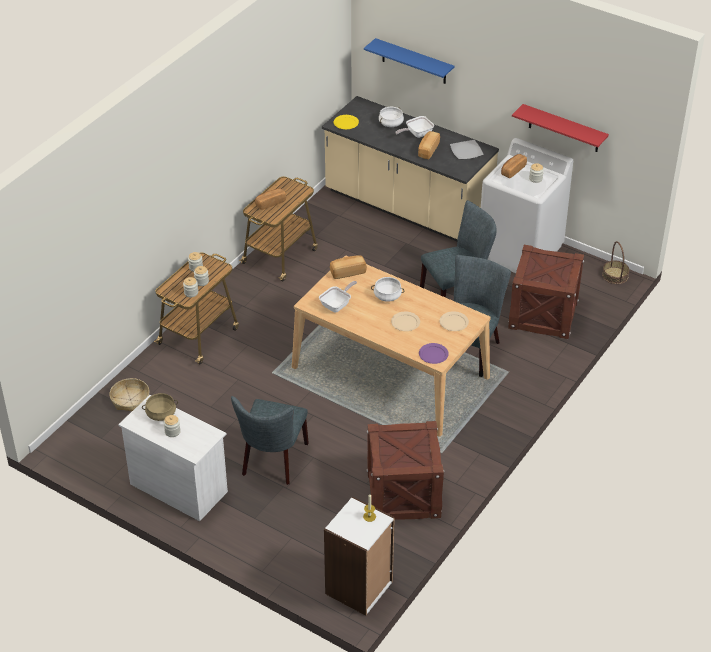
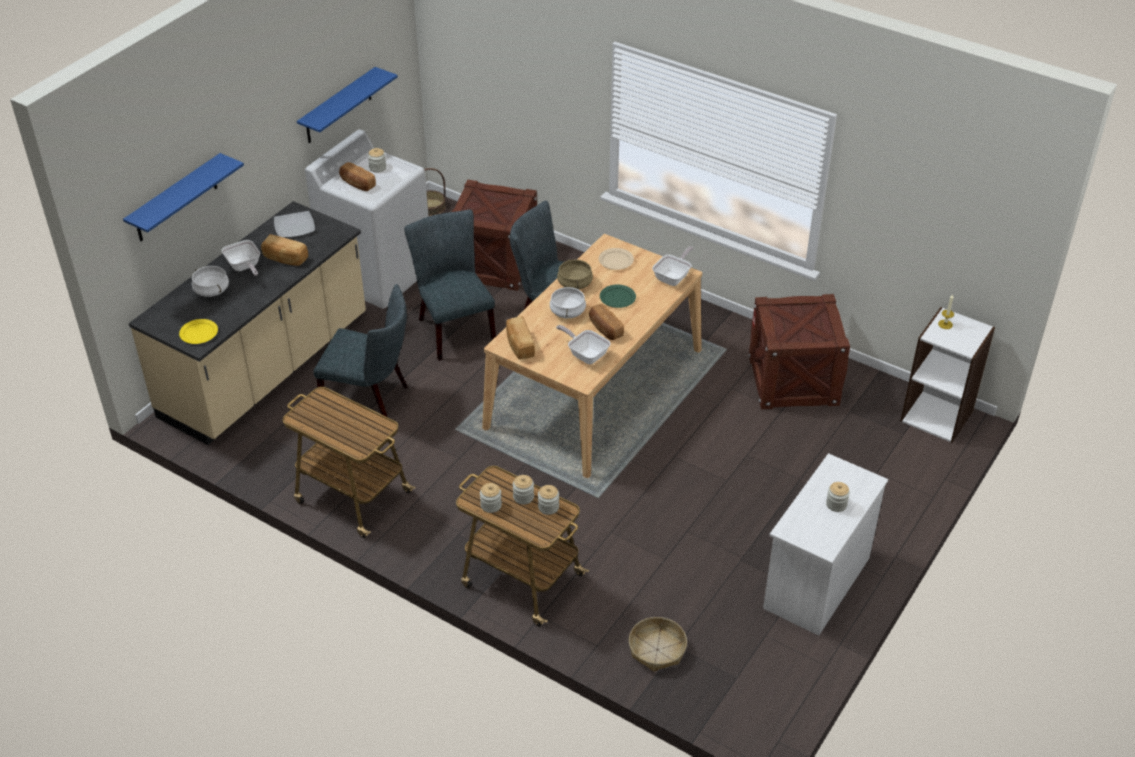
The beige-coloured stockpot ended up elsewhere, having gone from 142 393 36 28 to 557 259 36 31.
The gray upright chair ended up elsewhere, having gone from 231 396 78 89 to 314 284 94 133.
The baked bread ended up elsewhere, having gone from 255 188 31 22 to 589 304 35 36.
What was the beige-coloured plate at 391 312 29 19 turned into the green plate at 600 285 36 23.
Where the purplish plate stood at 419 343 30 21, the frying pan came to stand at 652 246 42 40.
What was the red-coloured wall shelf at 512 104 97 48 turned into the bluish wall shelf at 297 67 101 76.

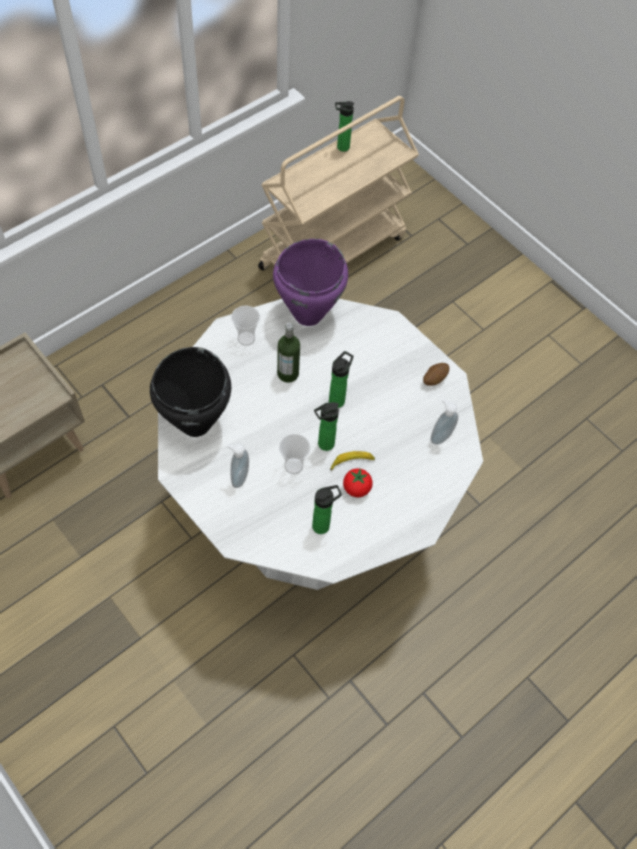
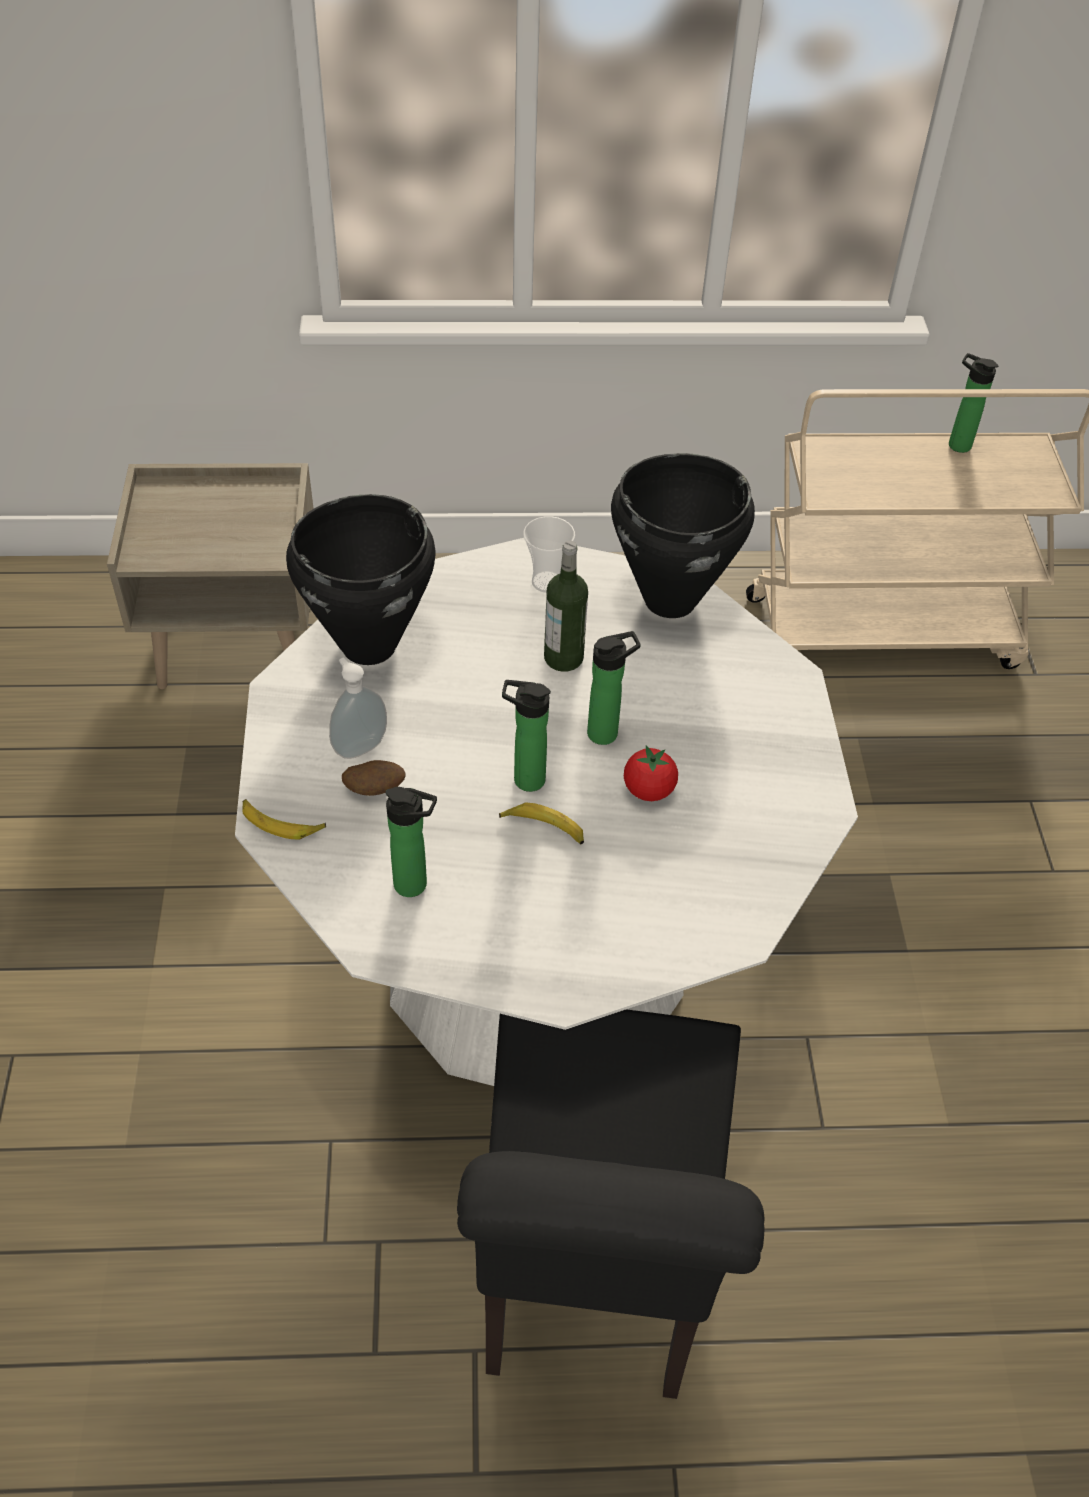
What was the purplish stockpot at 273 239 75 87 turned into the blackish stockpot at 611 453 144 165.
The second view lost the drinking cup at 279 434 31 40.
The fresh tomato ended up elsewhere, having gone from 343 468 30 29 to 624 745 54 56.
The potato ended up elsewhere, having gone from 423 363 26 23 to 342 760 64 36.
The second view lost the soap bottle at 431 399 27 46.
The second view gained the whole banana at 242 799 84 41.
The second view gained the blackish upright chair at 457 1009 307 390.

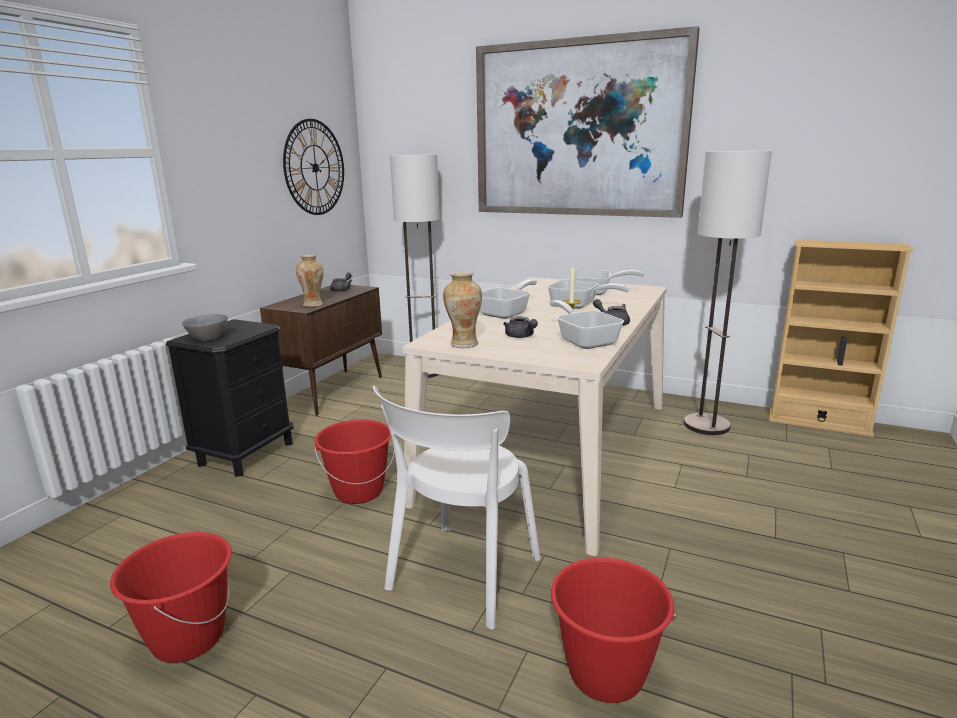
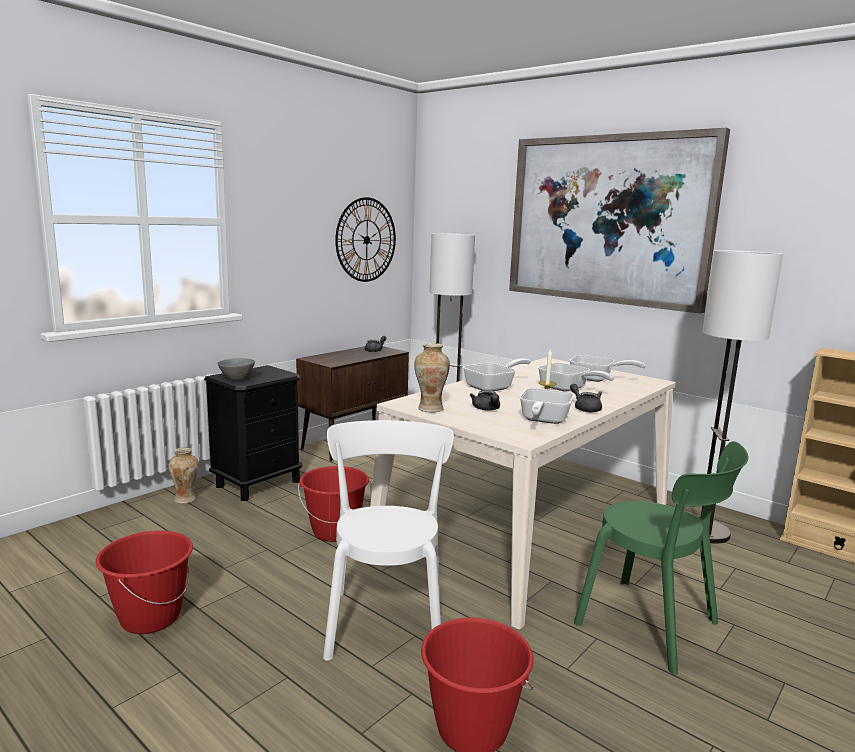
The vase ended up elsewhere, having gone from 296 254 28 53 to 169 448 30 56.
The white-coloured upright chair at 373 385 168 245 ended up facing another way, 135 degrees clockwise from before.
The frying pan at 550 300 74 49 ended up facing another way, 150 degrees counterclockwise from before.
The second view gained the green upright chair at 574 441 174 234.

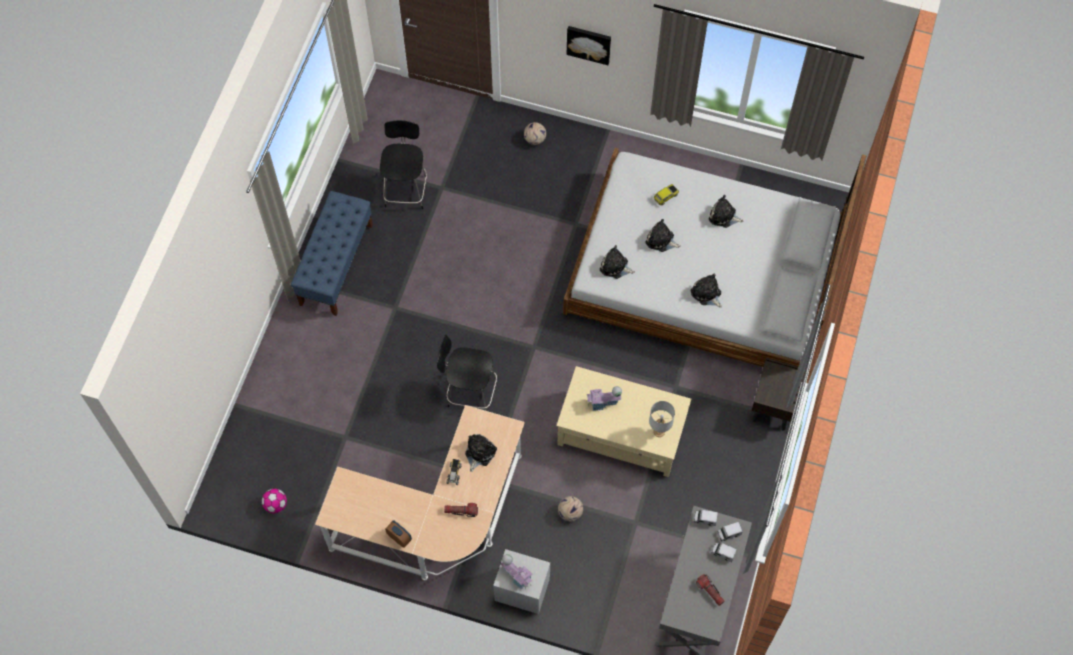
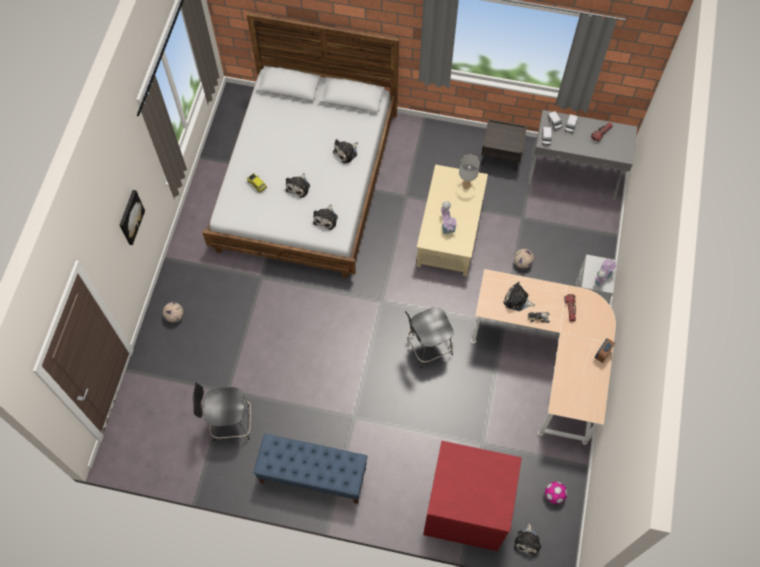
The blackish upright chair at 437 334 60 77 ended up facing another way, 60 degrees clockwise from before.
The plush toy ended up elsewhere, having gone from 709 195 35 33 to 514 523 27 33.
The brownish bedside table ended up elsewhere, having gone from 751 358 55 72 to 481 119 46 52.
The second view gained the red-coloured dresser at 423 441 99 110.

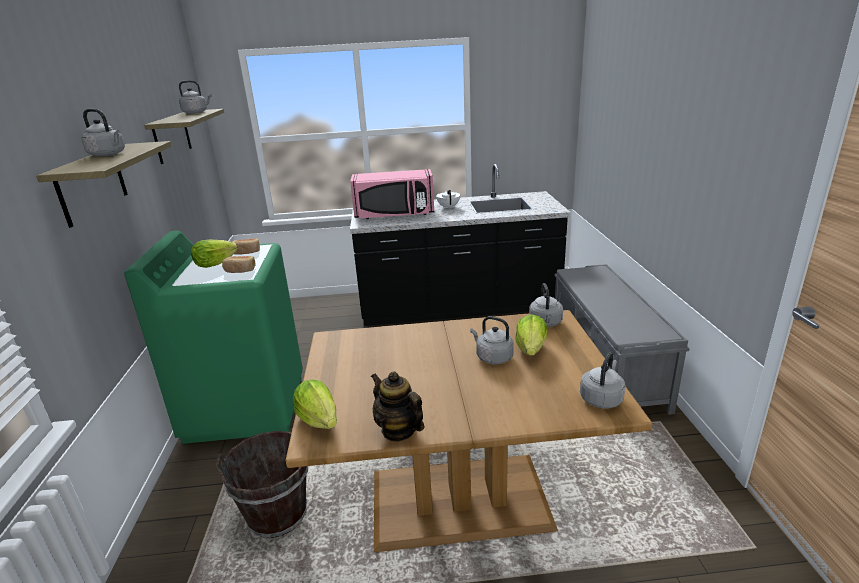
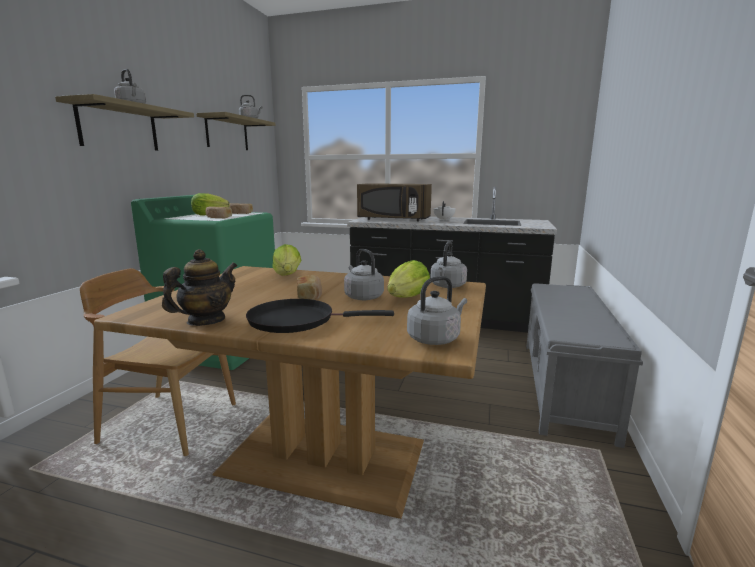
Where the brownish water bucket stood at 216 431 92 107, the brownish upright chair came to stand at 80 268 156 188.
The head of lettuce ended up elsewhere, having gone from 293 379 44 50 to 272 244 29 32.
What was the pink microwave at 350 169 84 50 turned into the brownish microwave at 357 183 75 38.
The pot for tea at 371 371 53 71 ended up facing another way, 60 degrees clockwise from before.
The second view gained the blackish frying pan at 246 299 148 34.
The second view gained the baked bread at 297 275 25 25.

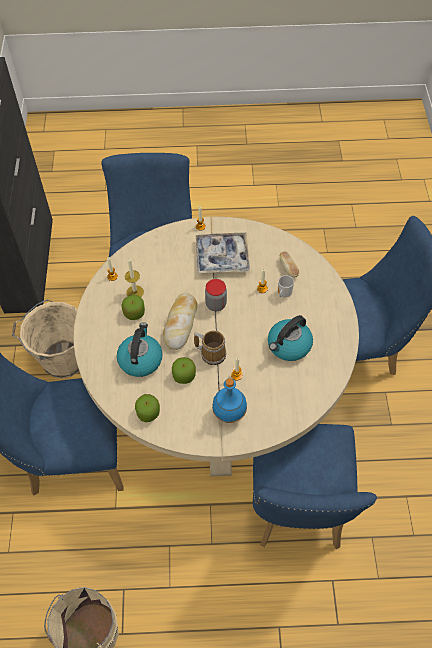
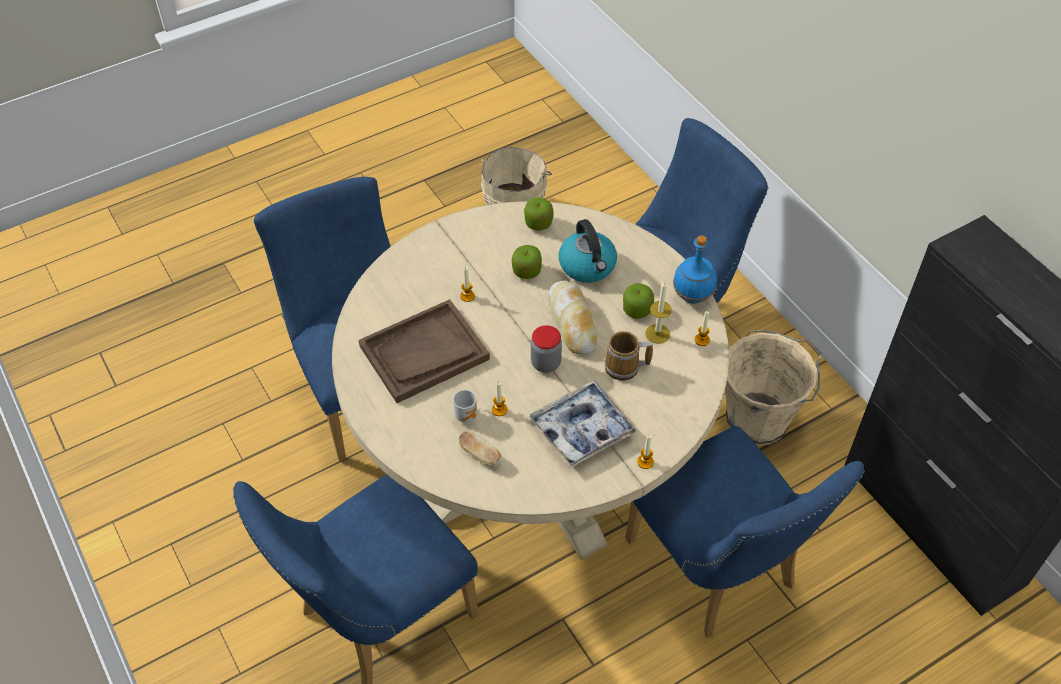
The coffee mug ended up elsewhere, having gone from 194 330 32 35 to 605 331 48 50.
The bluish bottle ended up elsewhere, having gone from 212 378 35 45 to 673 235 44 69.
Where the water kettle stood at 268 315 45 46, the brownish tray came to stand at 358 299 132 104.

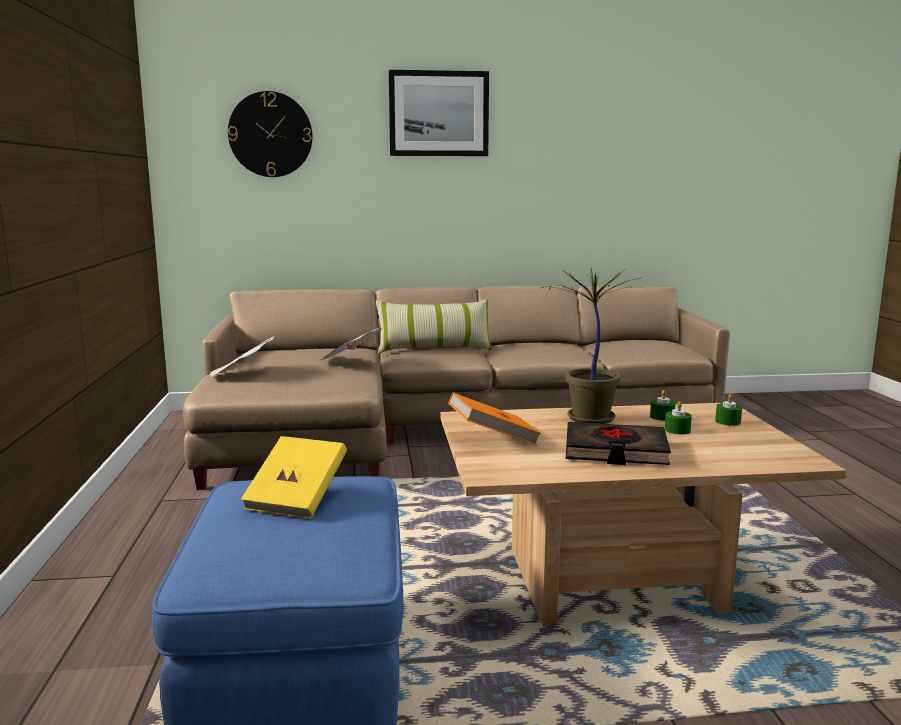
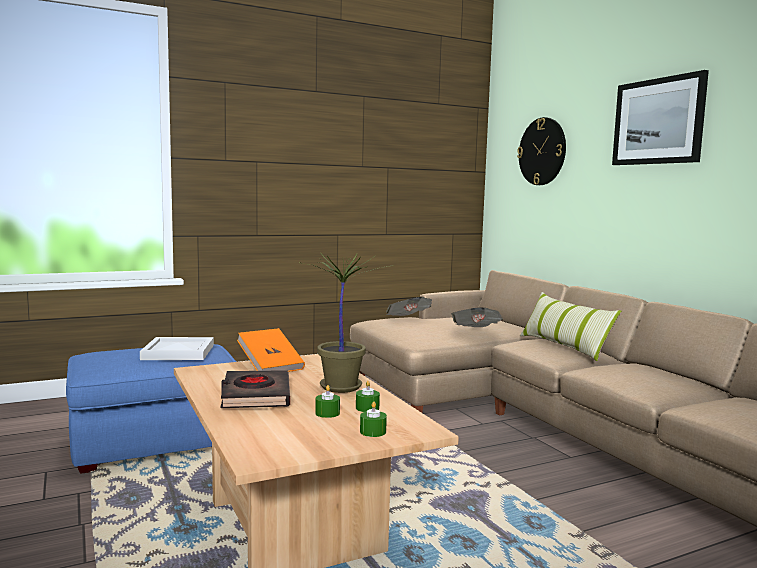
Where the yellowish volume stood at 241 436 106 83, the white-coloured tray came to stand at 140 337 74 23.

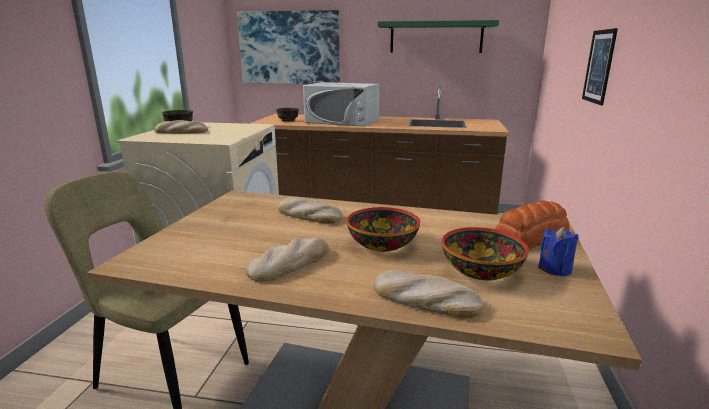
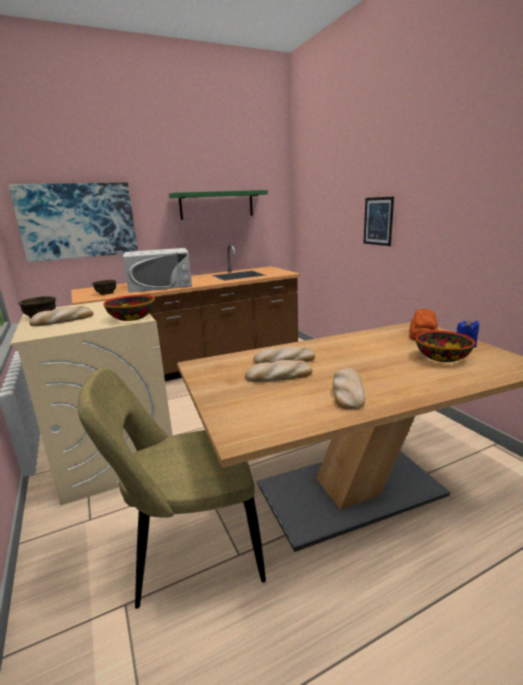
The deep dish ended up elsewhere, having gone from 347 207 73 45 to 103 295 52 26.
The baked bread ended up elsewhere, having gone from 373 270 110 48 to 245 360 68 22.

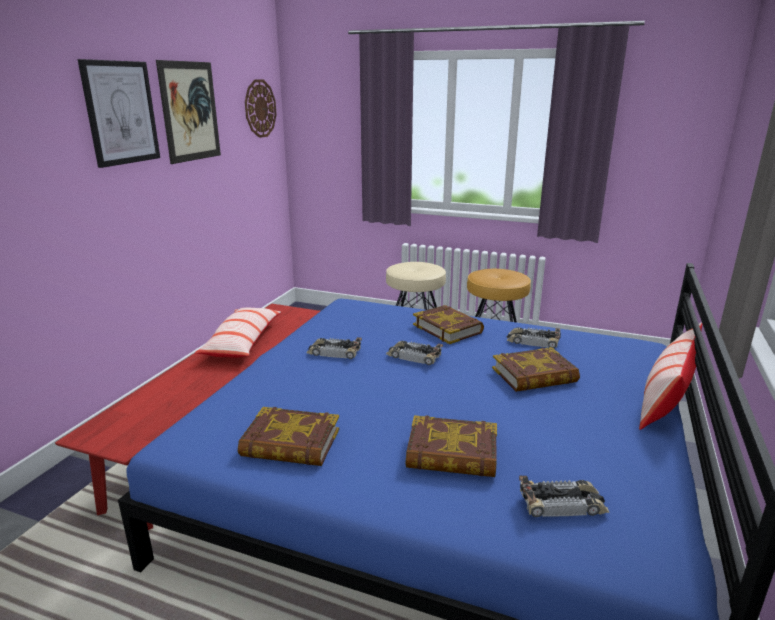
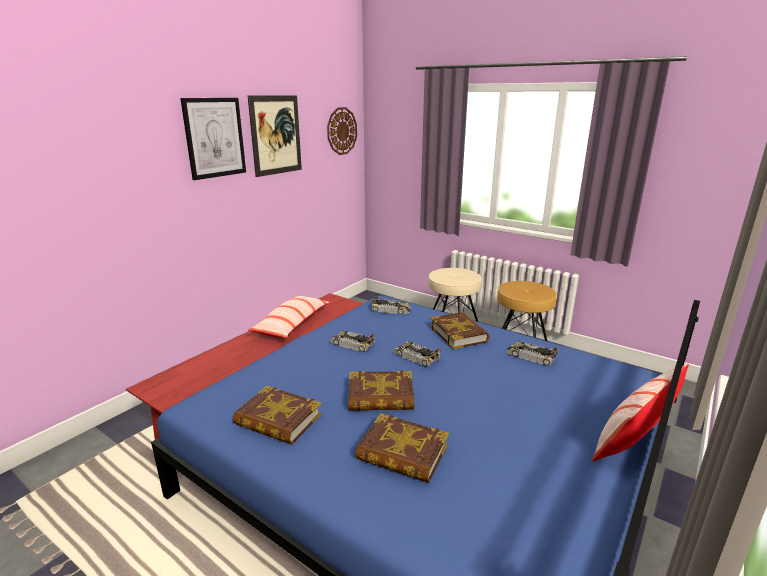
The volume ended up elsewhere, having gone from 492 347 88 45 to 348 370 66 41.
The model car ended up elsewhere, having gone from 519 476 90 41 to 371 296 40 18.

